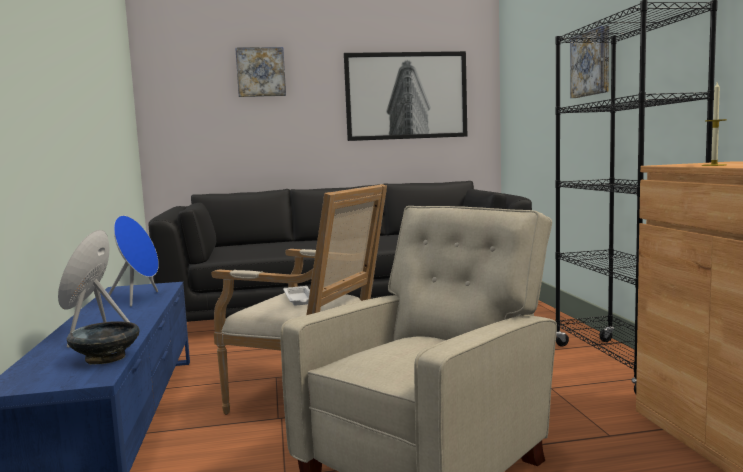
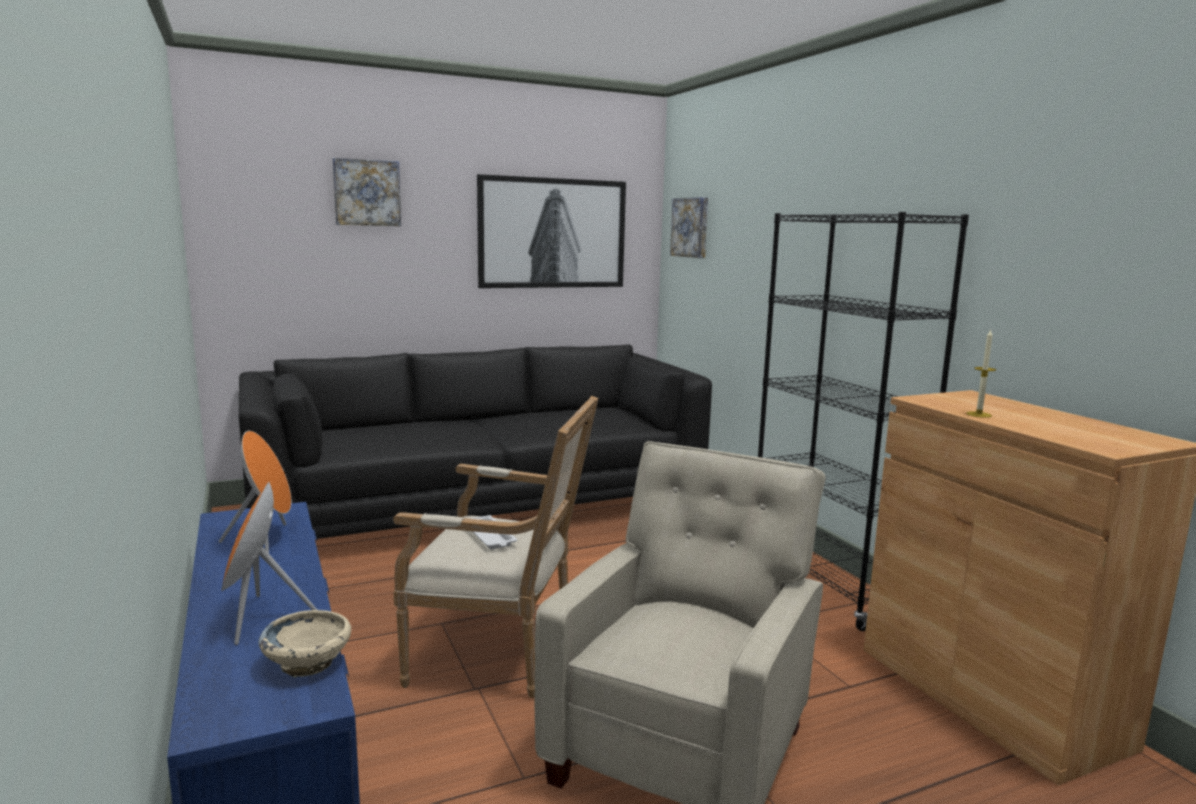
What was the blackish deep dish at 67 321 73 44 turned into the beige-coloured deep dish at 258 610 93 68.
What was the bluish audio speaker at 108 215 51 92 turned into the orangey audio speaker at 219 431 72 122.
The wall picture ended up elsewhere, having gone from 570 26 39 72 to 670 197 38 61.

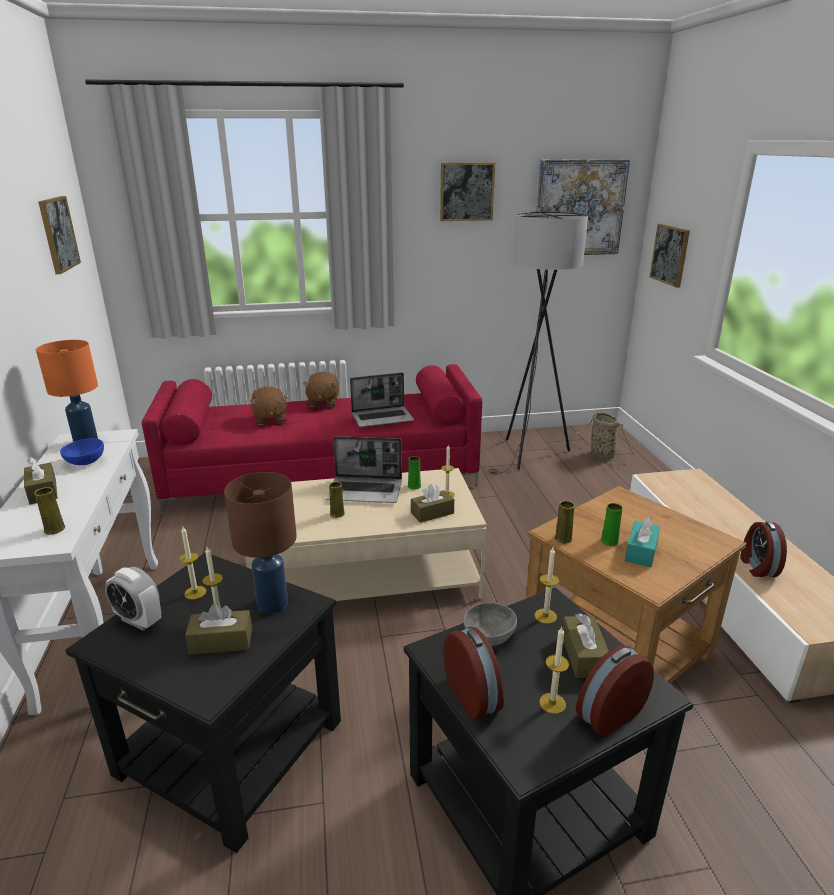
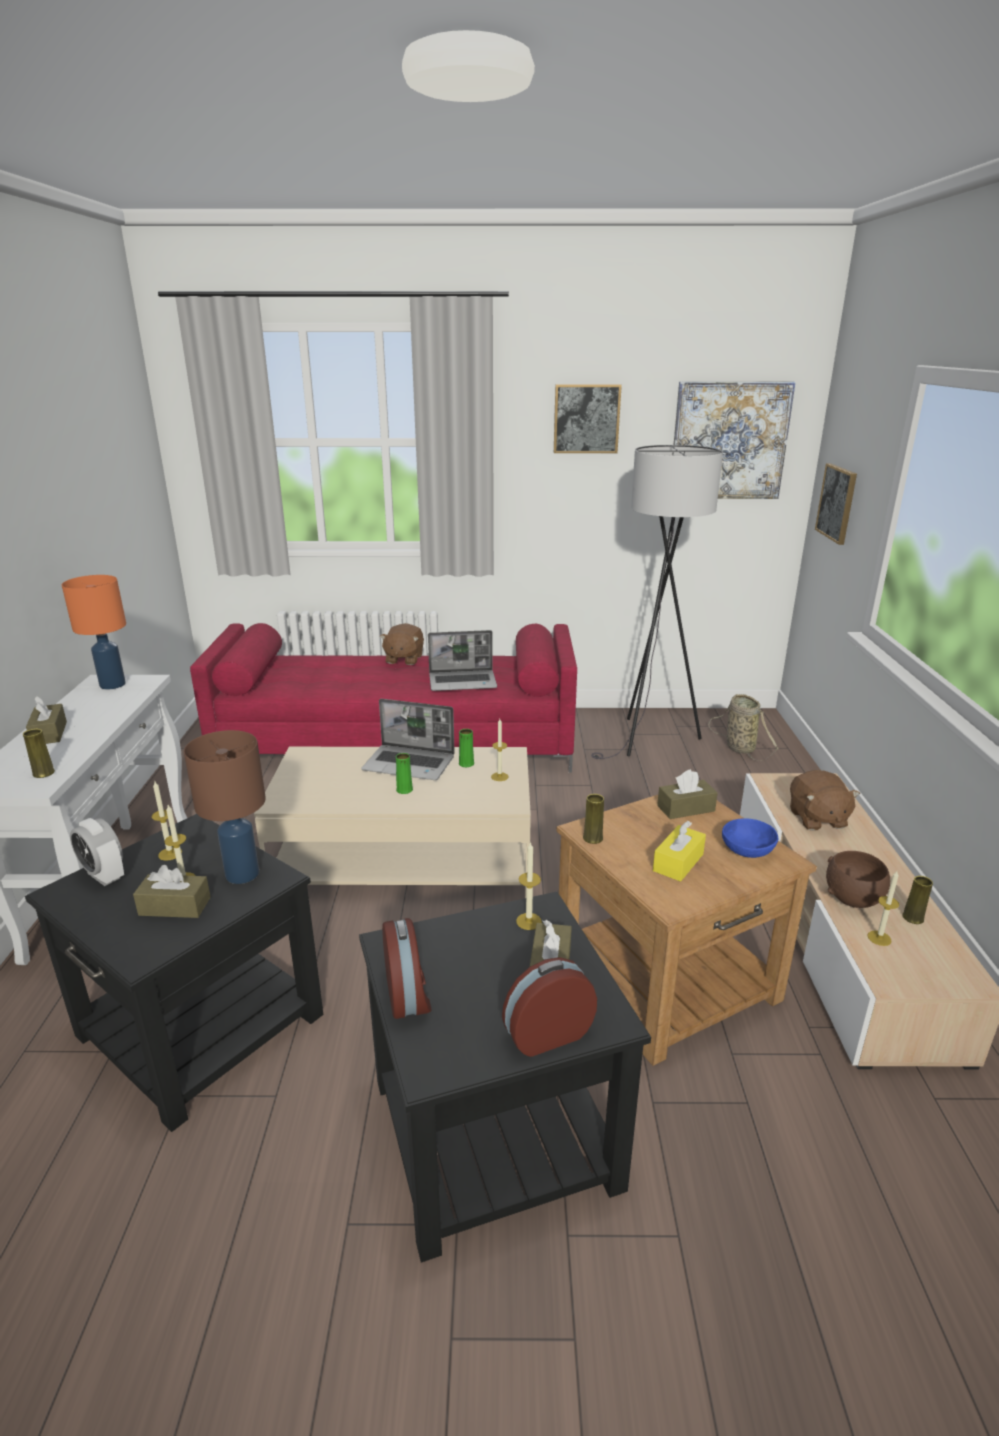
The second view lost the wall picture at 38 196 43 78.
The bluish deep dish ended up elsewhere, having gone from 60 438 44 27 to 722 818 56 40.
The brownish plush toy ended up elsewhere, having gone from 250 386 38 39 to 790 770 70 61.
The yellowish vase ended up elsewhere, having gone from 329 482 16 36 to 903 876 30 48.
The brownish box of tissues ended up elsewhere, having gone from 411 483 43 40 to 657 769 61 50.
The second view lost the gray deep dish at 463 602 54 44.
The candle ended up elsewhere, having gone from 539 627 30 87 to 867 871 32 75.
The green vase ended up elsewhere, having gone from 601 503 22 43 to 396 753 17 41.
What was the turquoise box of tissues at 625 516 35 51 turned into the yellowish box of tissues at 653 821 53 61.
Where the bedside clock stood at 740 521 47 56, the brownish deep dish came to stand at 826 851 64 57.

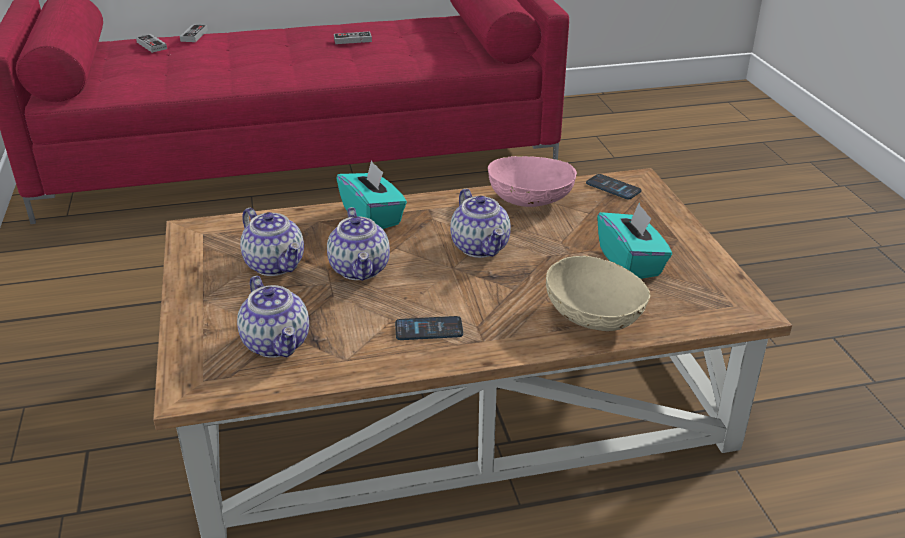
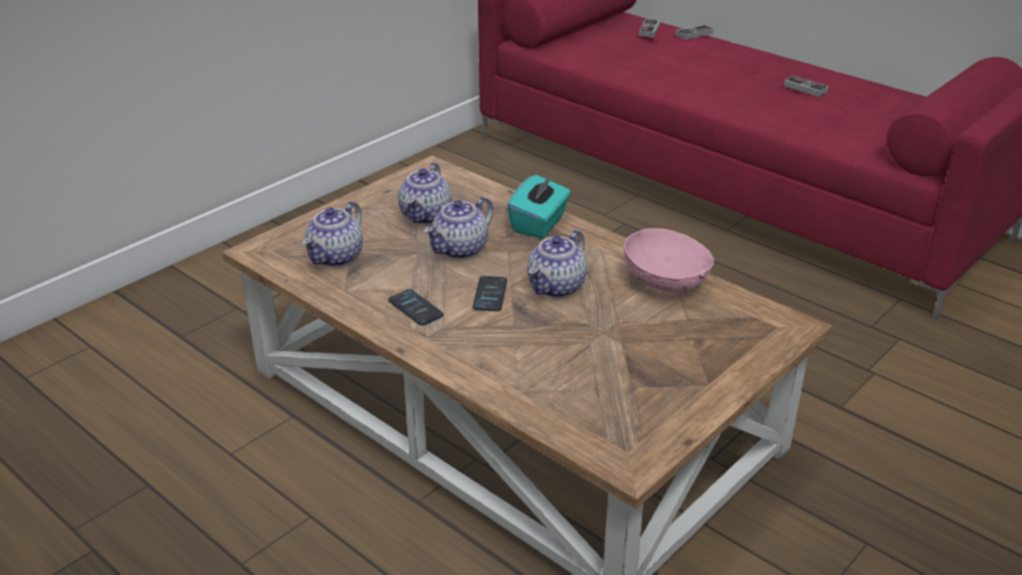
The second view lost the beige-coloured deep dish at 546 256 104 75.
The phone ended up elsewhere, having gone from 586 174 56 25 to 473 276 34 35.
The second view lost the turquoise box of tissues at 597 203 75 76.

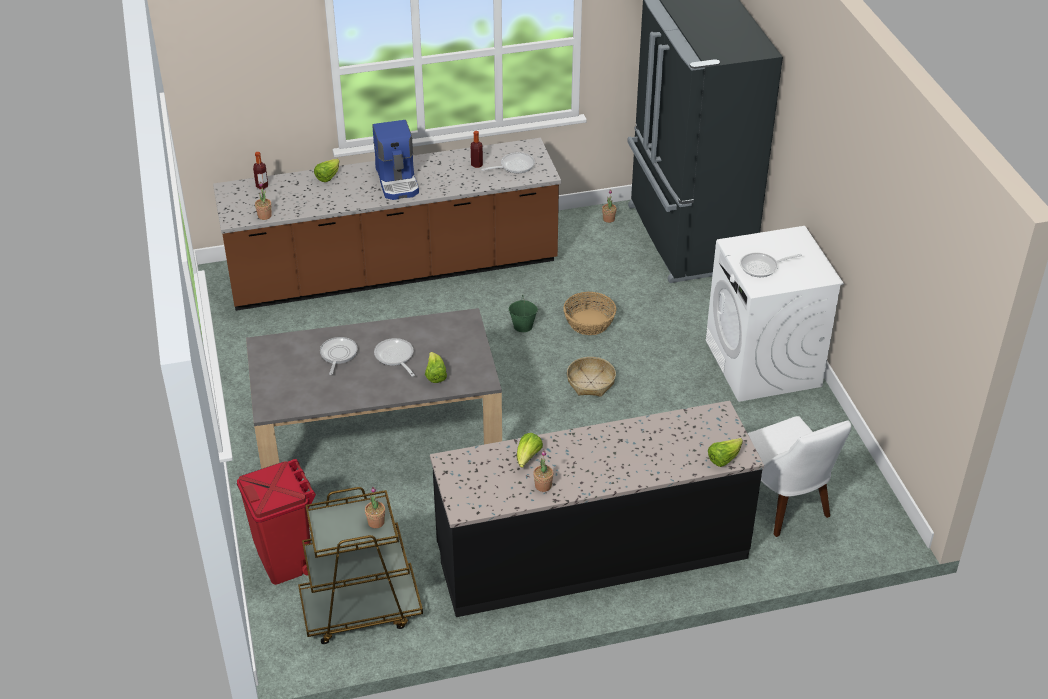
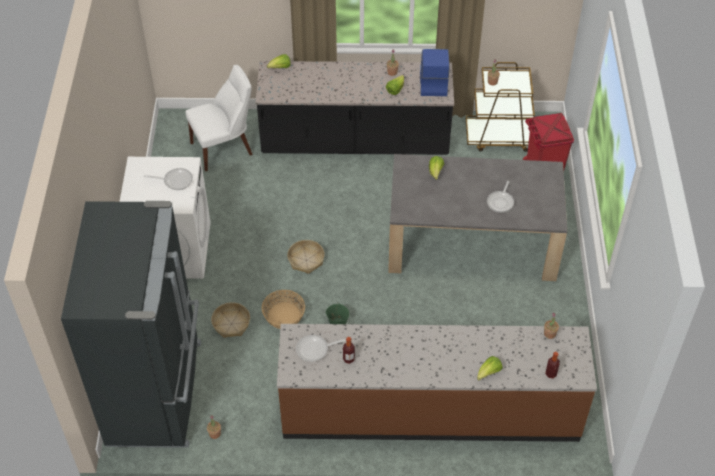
The coffee brewer ended up elsewhere, having gone from 373 120 46 80 to 420 49 30 47.
The second view lost the frying pan at 374 338 41 39.
The white-coloured upright chair at 748 416 103 121 ended up facing another way, 75 degrees clockwise from before.
The second view gained the household basket at 211 302 39 36.

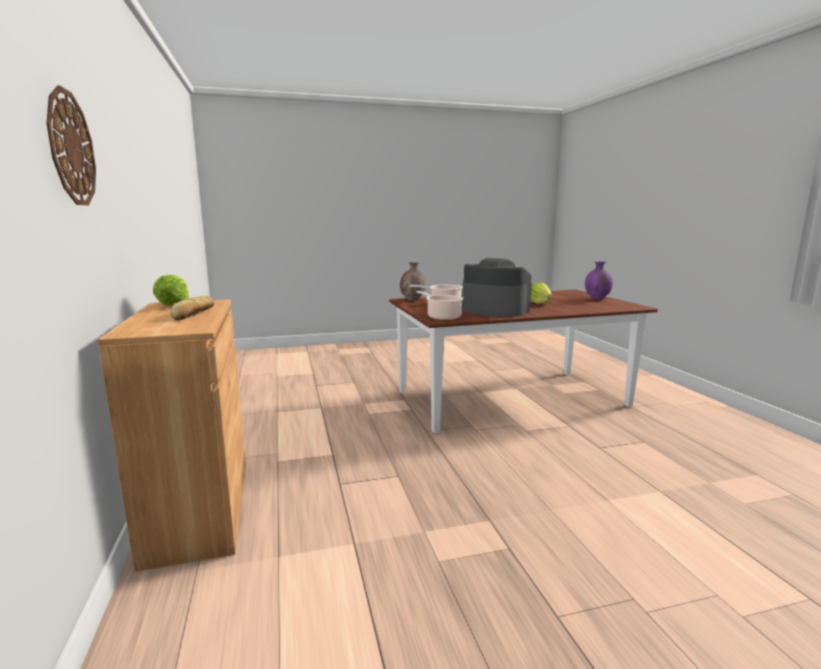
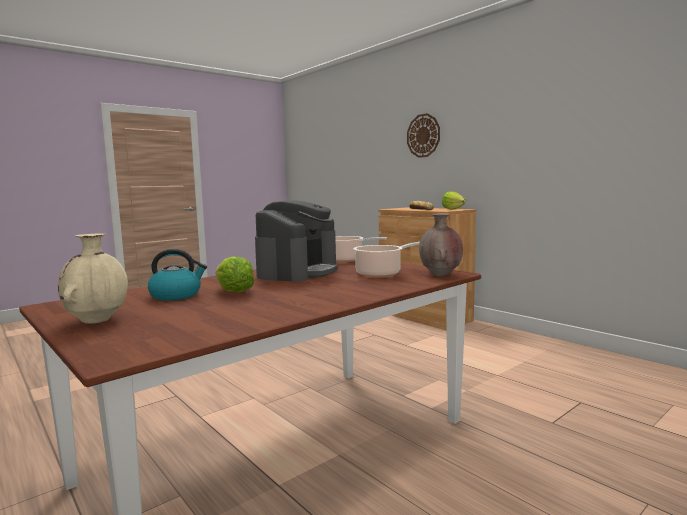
The coffee brewer at 462 258 70 59 ended up facing another way, 75 degrees counterclockwise from before.
What was the purplish vase at 585 261 28 39 turned into the beige-coloured vase at 58 234 70 90.
The second view gained the water kettle at 148 249 59 52.

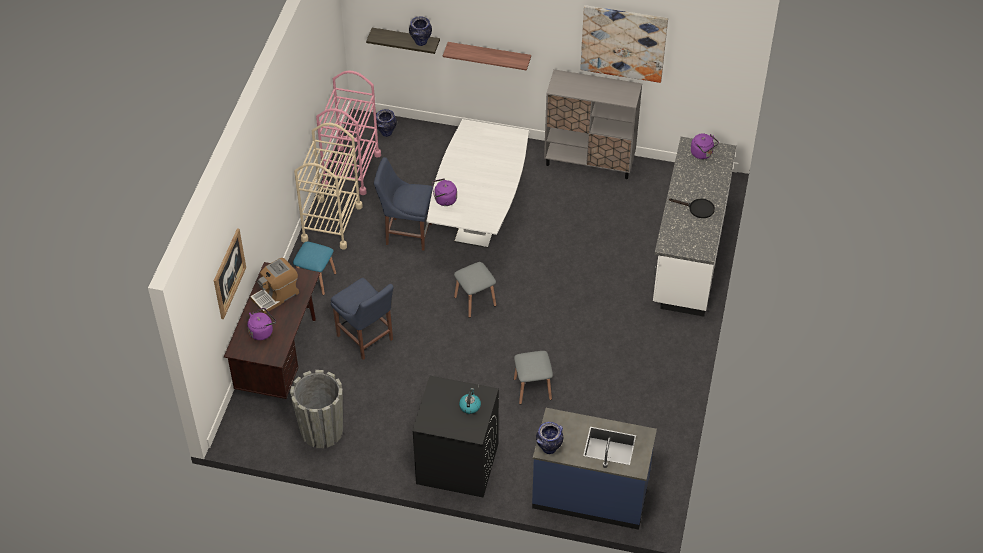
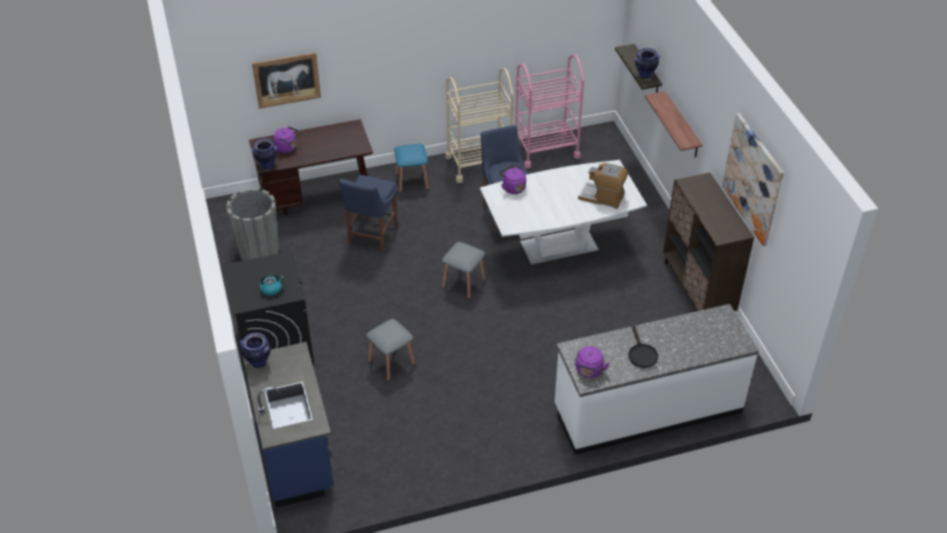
The coffee brewer ended up elsewhere, having gone from 250 258 49 55 to 578 163 50 46.
The vase ended up elsewhere, having gone from 376 109 21 28 to 251 138 27 31.
What was the gray cabinet at 544 69 98 110 turned into the brownish cabinet at 663 173 91 138.
The purplish water kettle ended up elsewhere, having gone from 691 134 28 25 to 574 346 36 32.

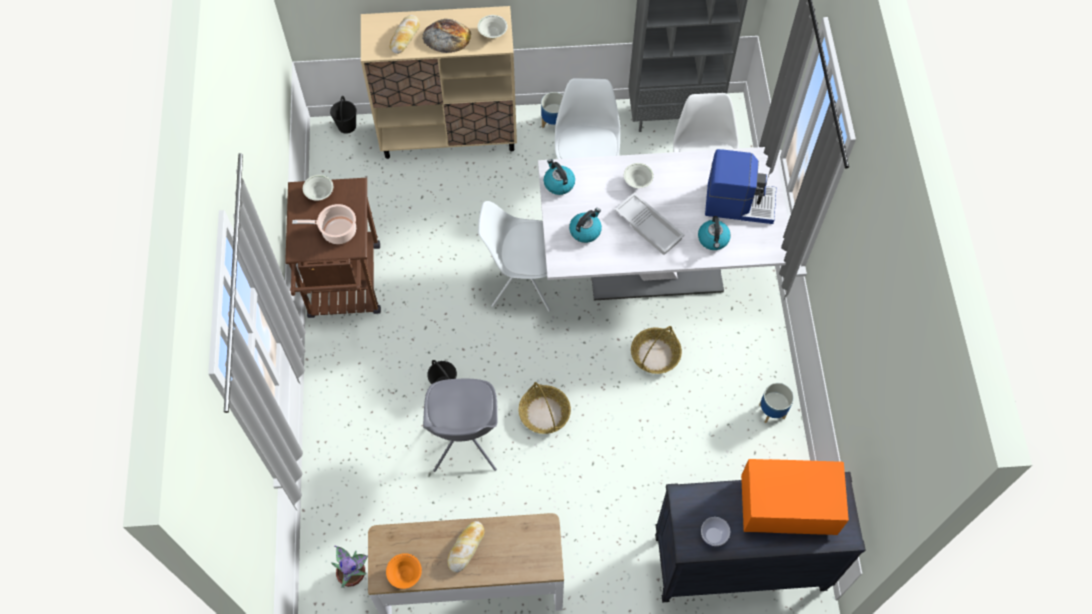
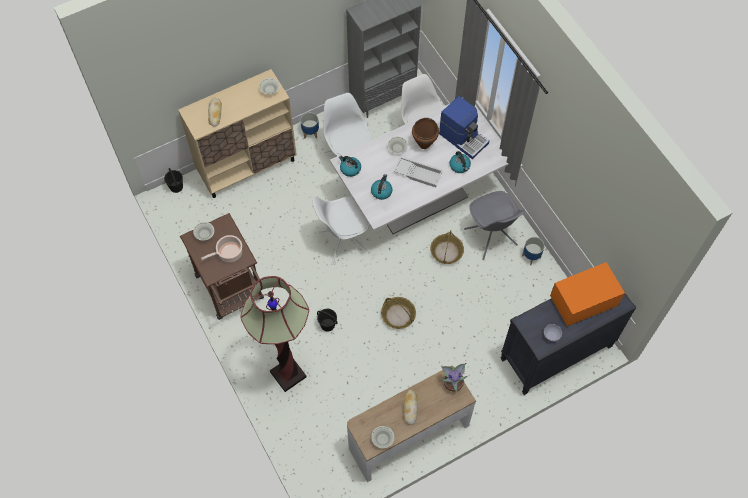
The houseplant ended up elsewhere, having gone from 331 545 37 43 to 441 363 26 29.
What was the orangey deep dish at 386 553 36 36 turned into the white-coloured deep dish at 371 426 23 22.
The second view lost the baked bread at 422 19 49 34.
The gray upright chair ended up elsewhere, having gone from 423 379 75 93 to 464 191 61 69.
The coffee brewer at 705 149 71 75 ended up facing another way, 60 degrees clockwise from before.
The second view gained the standing lamp at 240 276 69 116.
The second view gained the brownish stockpot at 412 118 27 31.

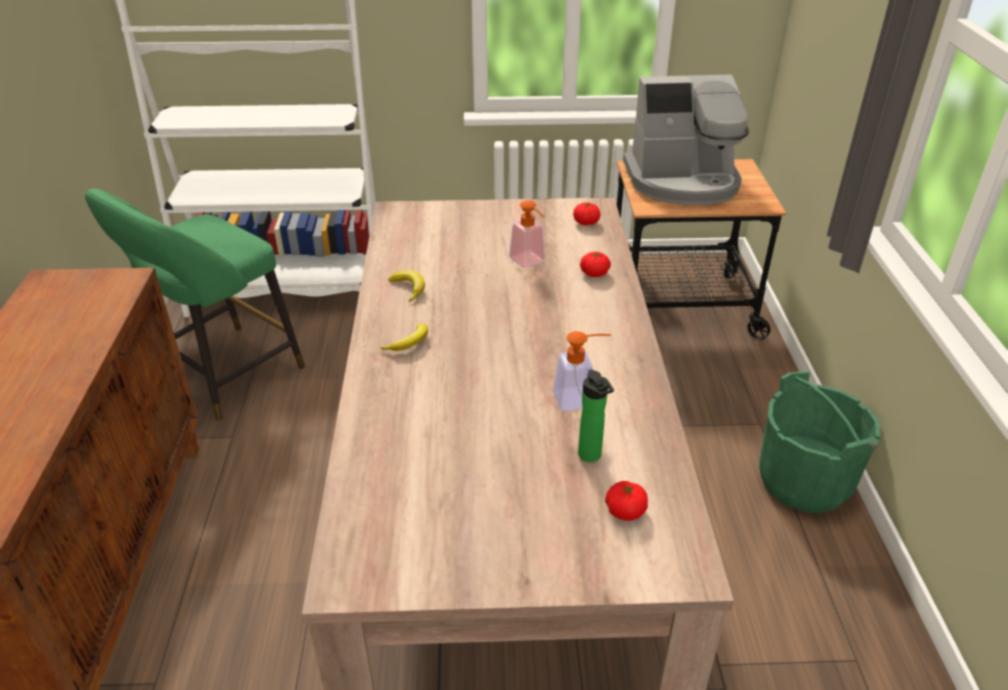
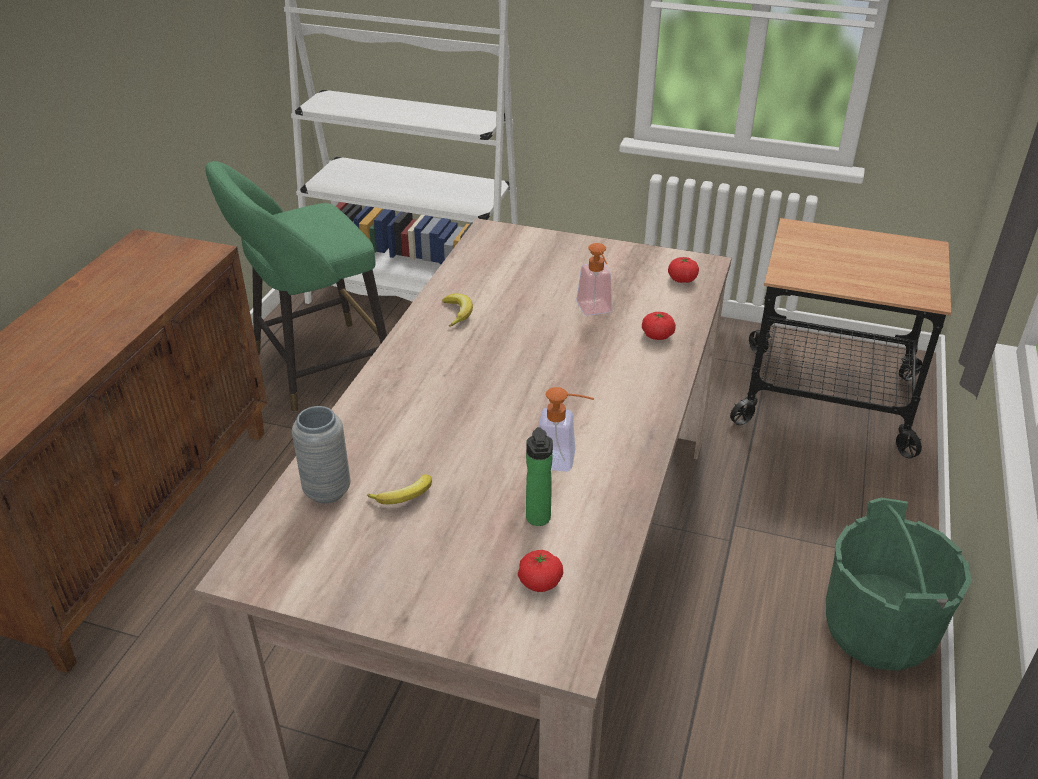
The whole banana ended up elsewhere, having gone from 380 324 48 27 to 367 474 65 30.
The second view lost the coffee brewer at 623 75 126 130.
The second view gained the gray vase at 292 406 58 97.

